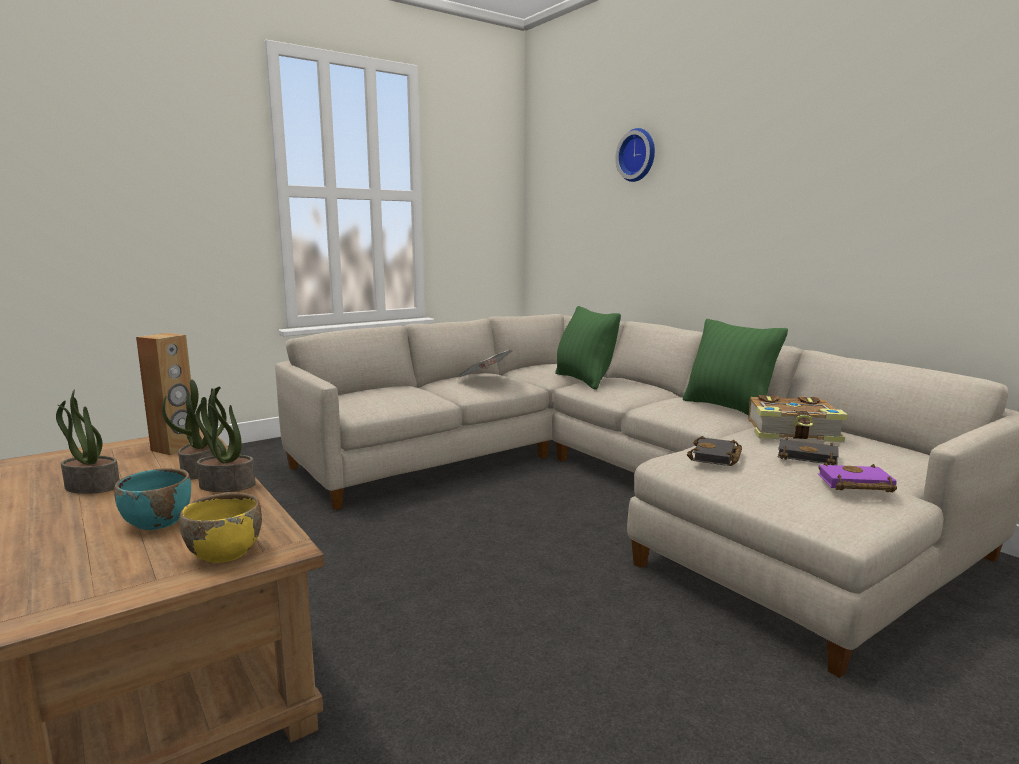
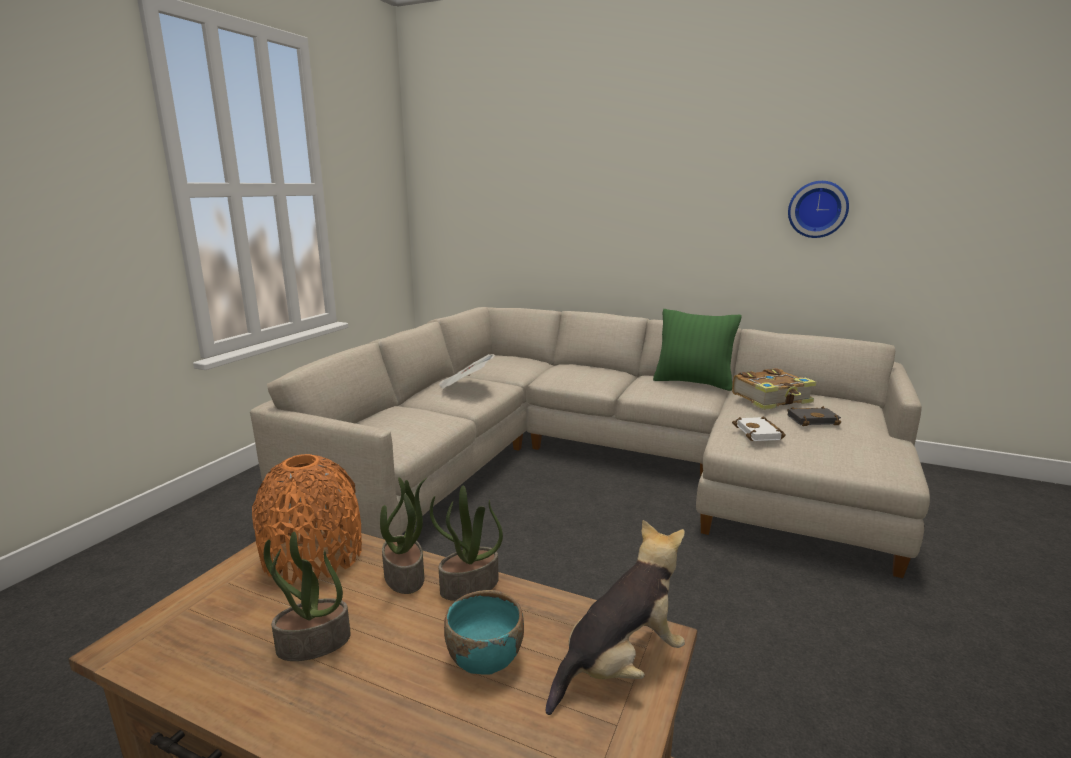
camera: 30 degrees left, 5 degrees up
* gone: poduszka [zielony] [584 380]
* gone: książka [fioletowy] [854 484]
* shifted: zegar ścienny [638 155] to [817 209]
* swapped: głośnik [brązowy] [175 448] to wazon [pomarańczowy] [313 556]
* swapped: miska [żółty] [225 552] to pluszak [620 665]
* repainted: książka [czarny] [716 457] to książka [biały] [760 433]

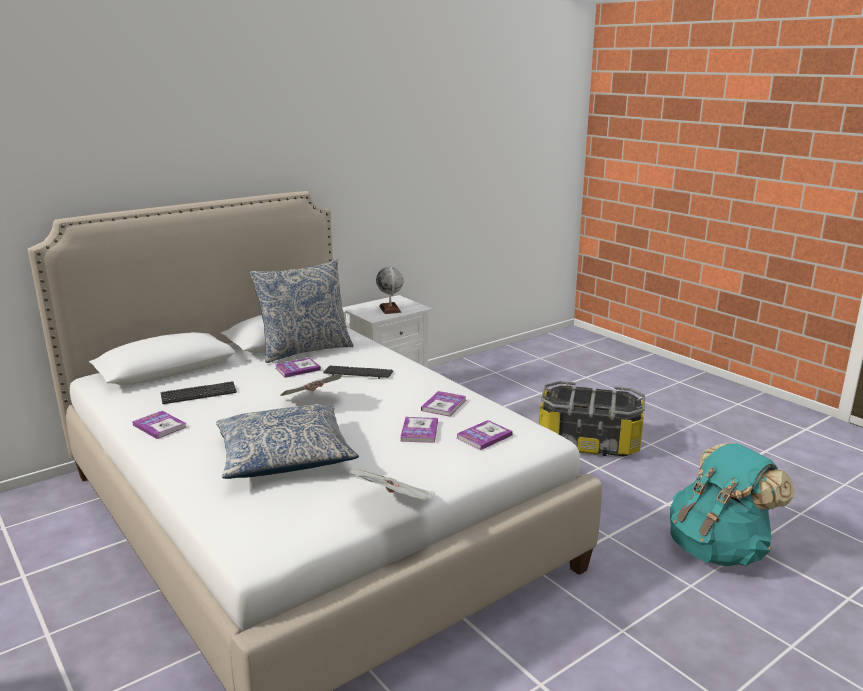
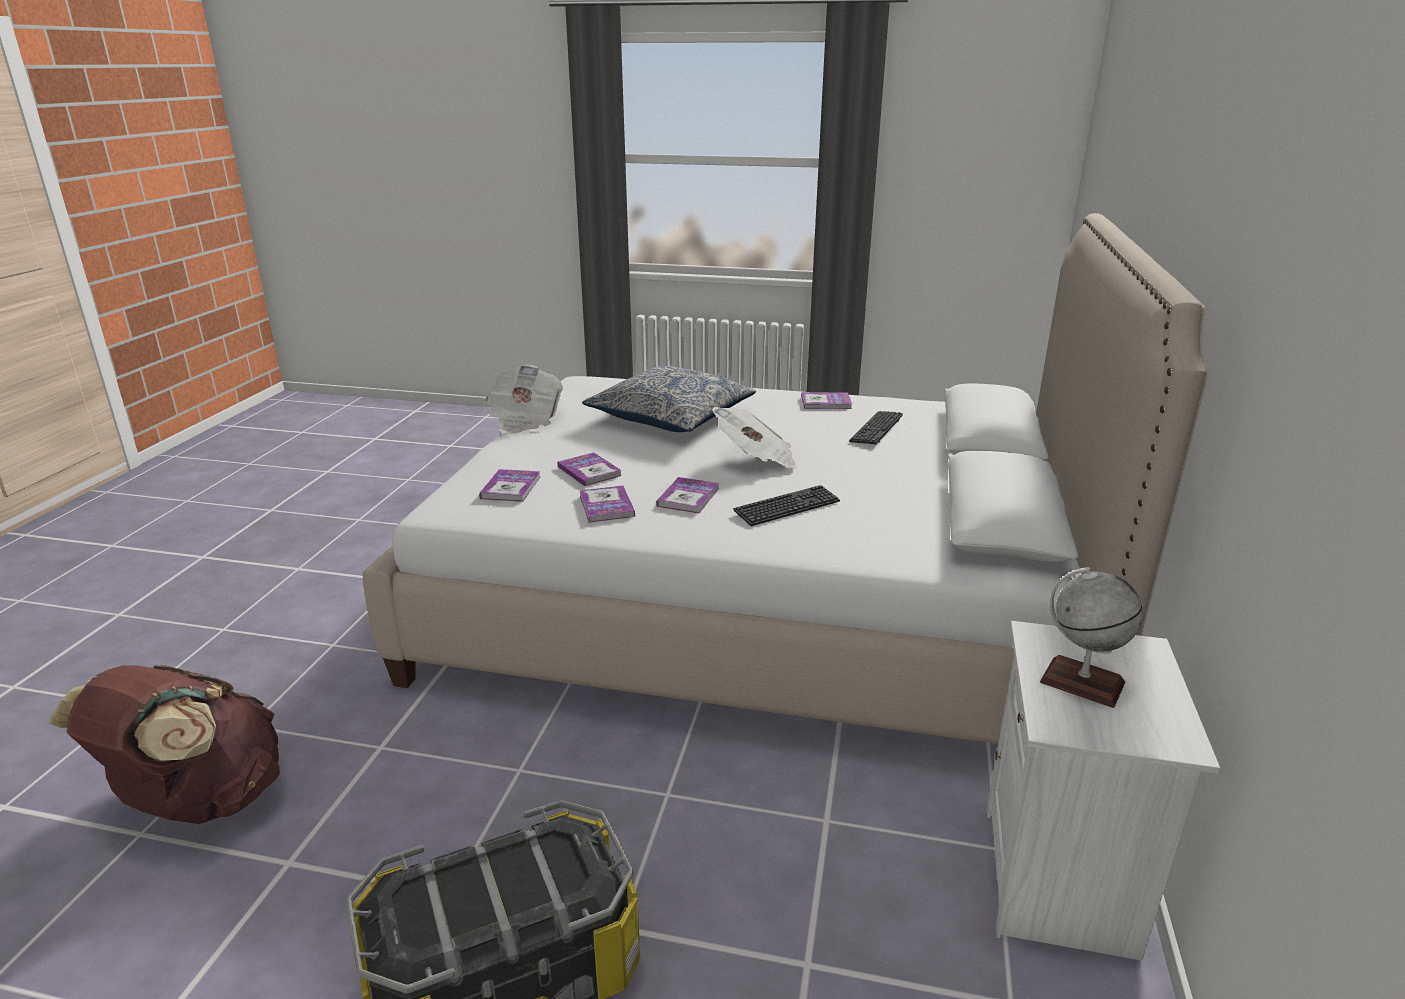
camera: 140 degrees right, 5 degrees up
* gone: poduszka [305 350]
* shifted: książka [297 369] to [688 497]
* repainted: plecak [turkusowy] [718 549] to plecak [brązowy] [199 802]

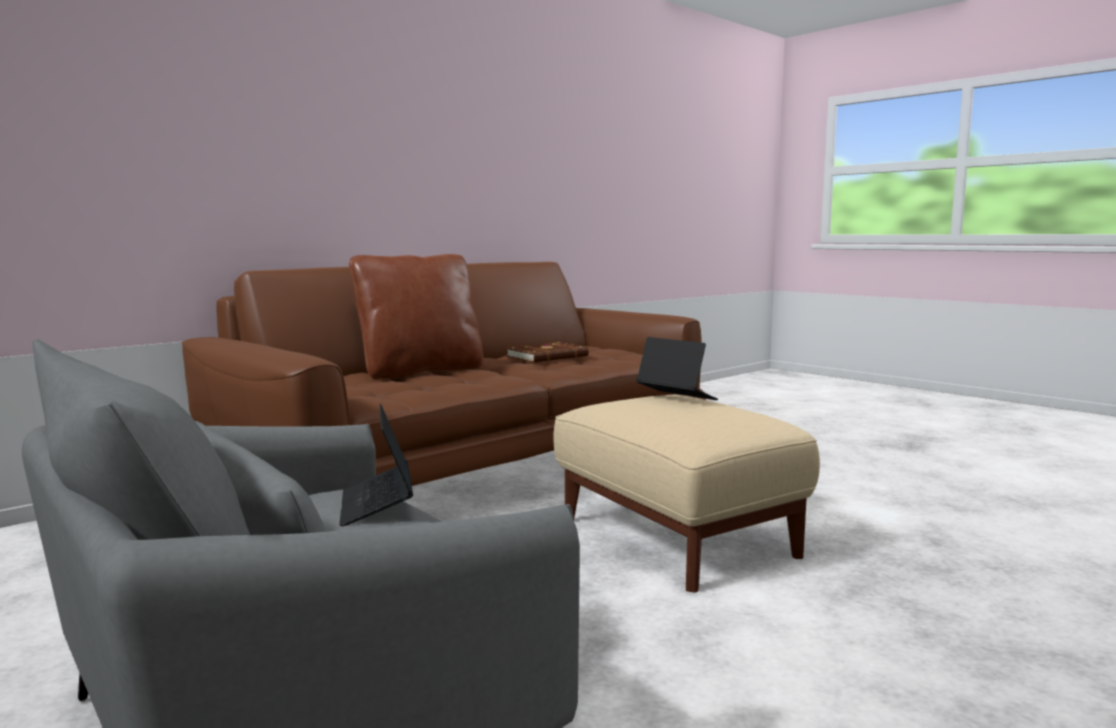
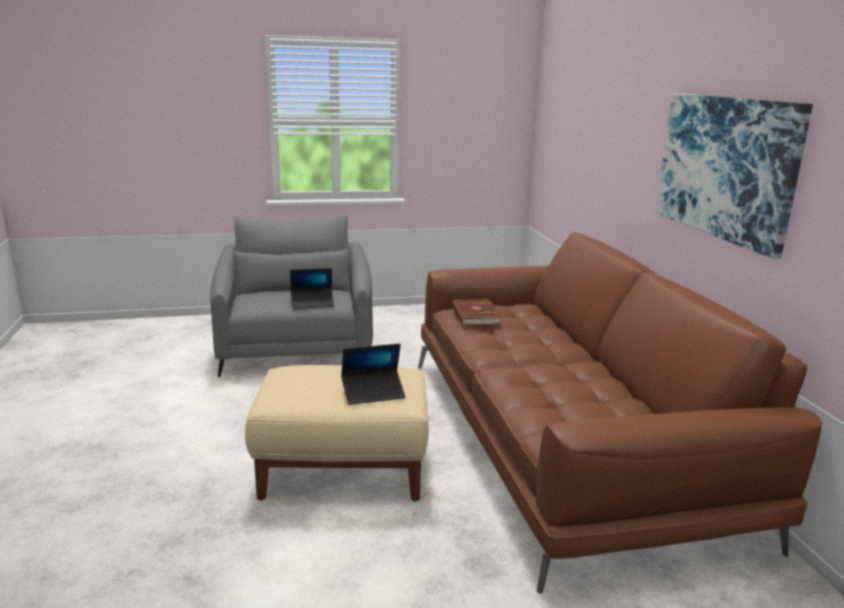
camera: 120 degrees right, 10 degrees up
* gone: poduszka [brązowy] [420 371]
* new: obraz [725 167]
* shifted: książka [brązowy] [548 357] to [474 315]
* rotated: laptop [377 505] = [312 303] 150 degrees clockwise

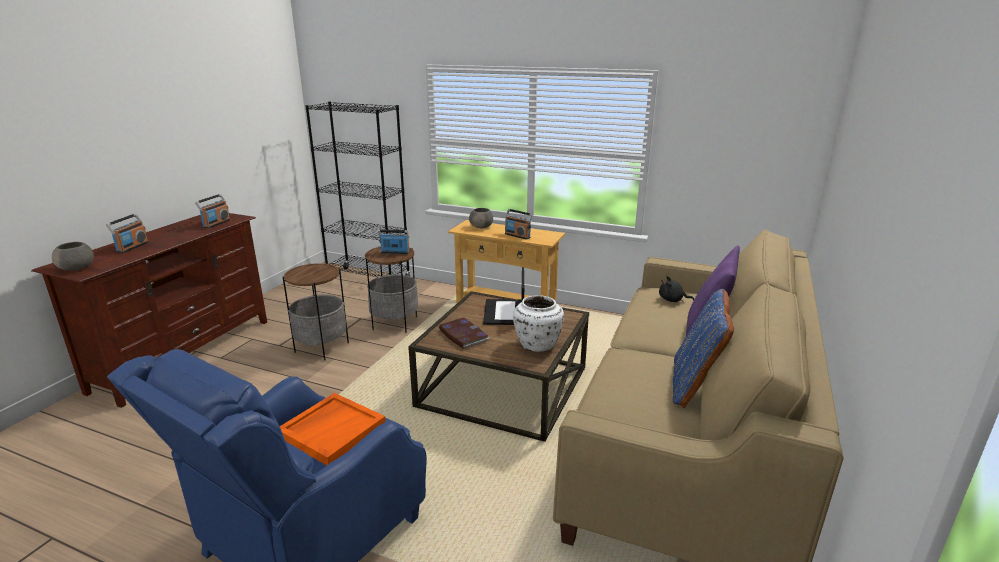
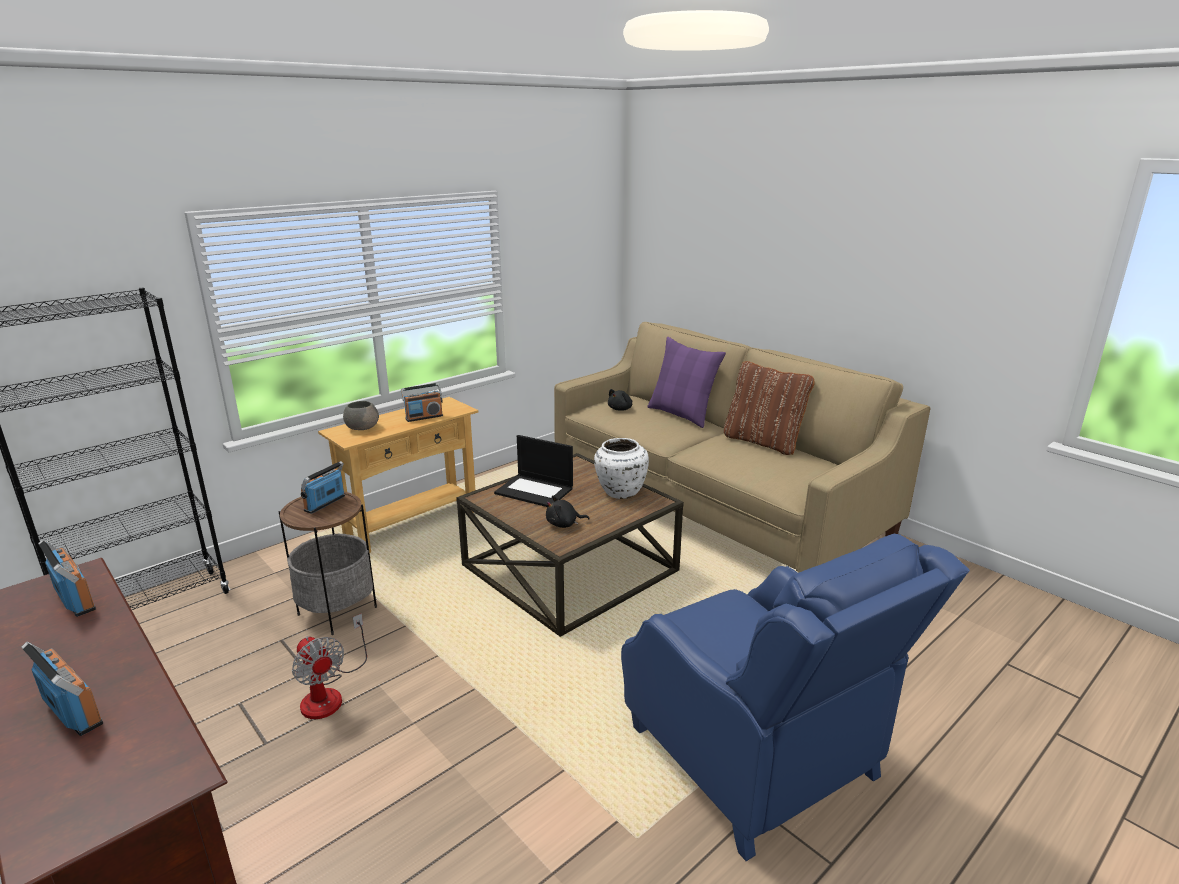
camera: 65 degrees left, 0 degrees up
* gone: miska [szary] [77 268]
* gone: taca [pomarańczowy] [332 430]
* swapped: stolik [322 347] to wentylator [329 693]
* swapped: książka [463 335] to pluszak [czarny] [564 524]
* repainted: poduszka [niebieski] [695 385] to poduszka [brązowy] [763 442]

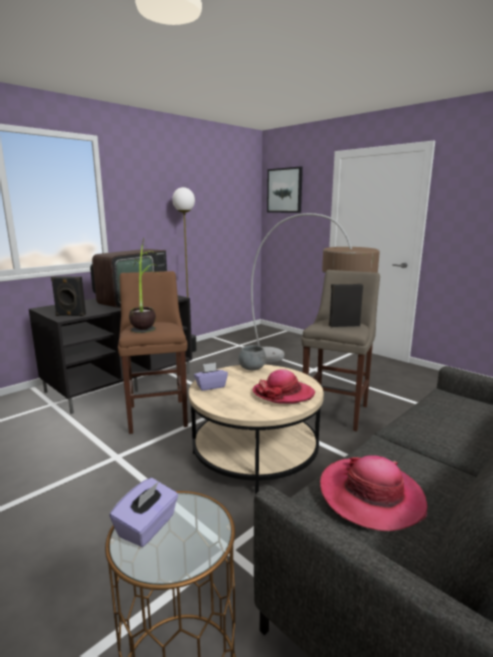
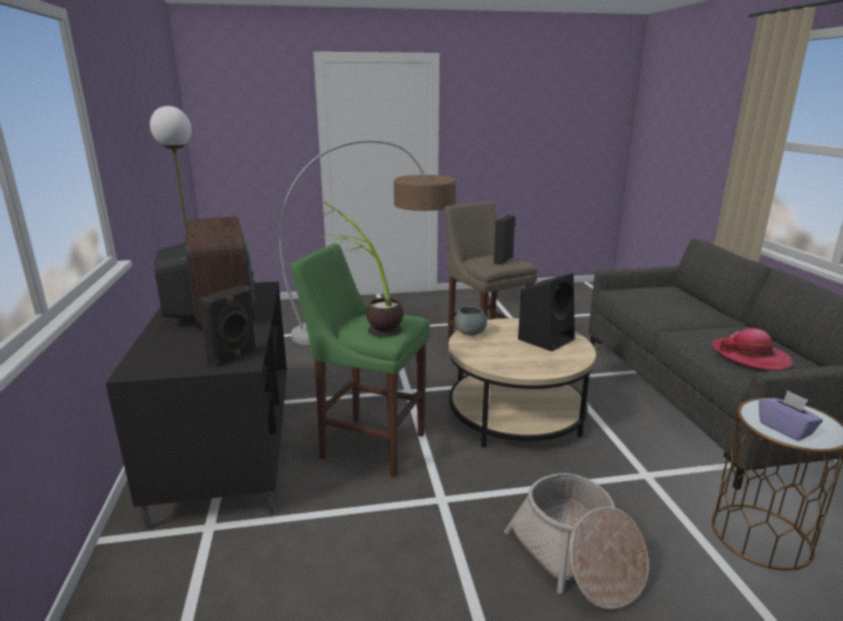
camera: 55 degrees left, 5 degrees up
* gone: pudełko chusteczek [fioletowy] [210 386]
* gone: obraz [285 190]
* new: koszyk [576 558]
* swapped: kapelusz [283 394] to głośnik [czarny] [546 338]
* repainted: stołek [brązowy] [158 414] to stołek [zielony] [368 444]

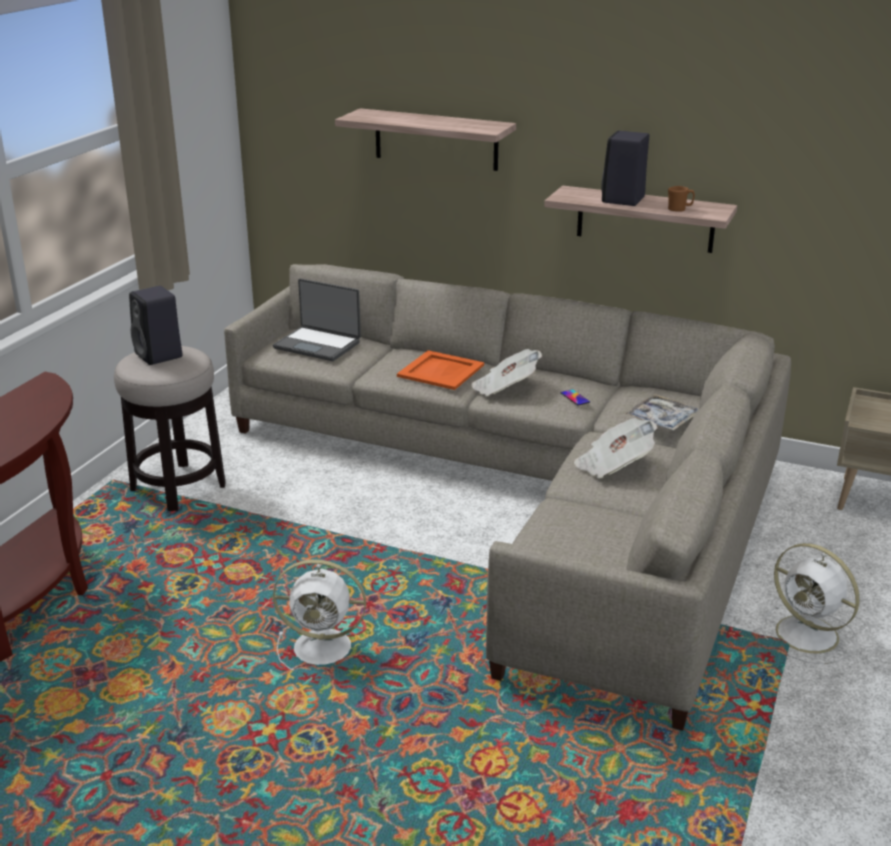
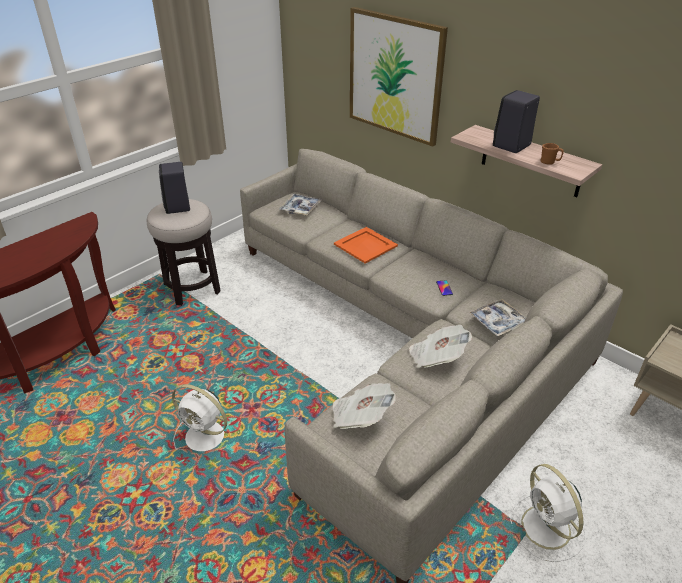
camera: 20 degrees right, 10 degrees up
* shifted: gazeta [505 389] to [360 417]
* swapped: laptop [318 345] to taca [300 208]
* swapped: półka [436 139] to obraz [395 76]

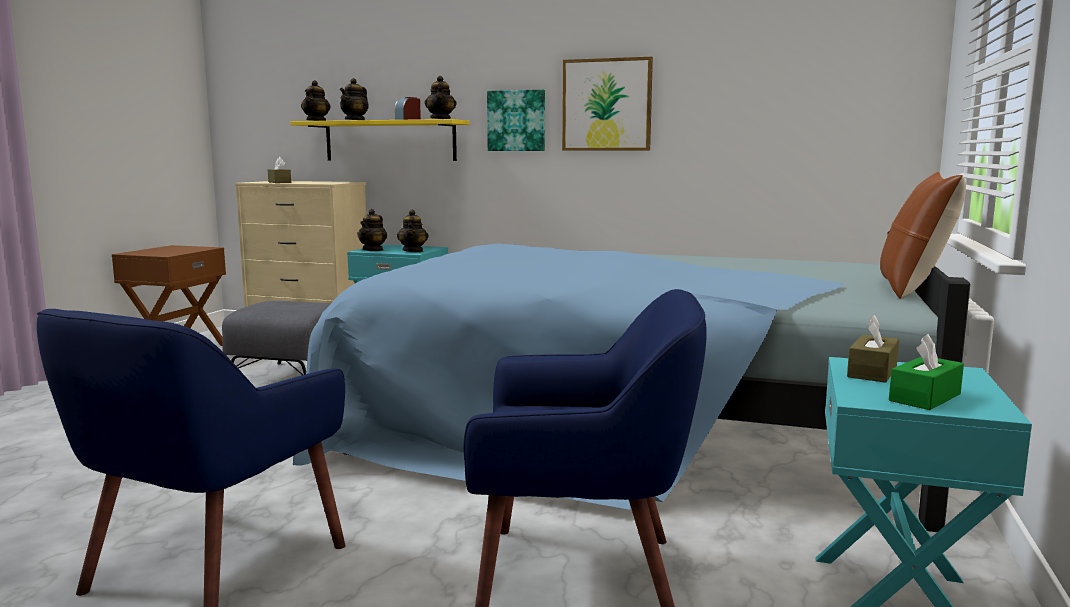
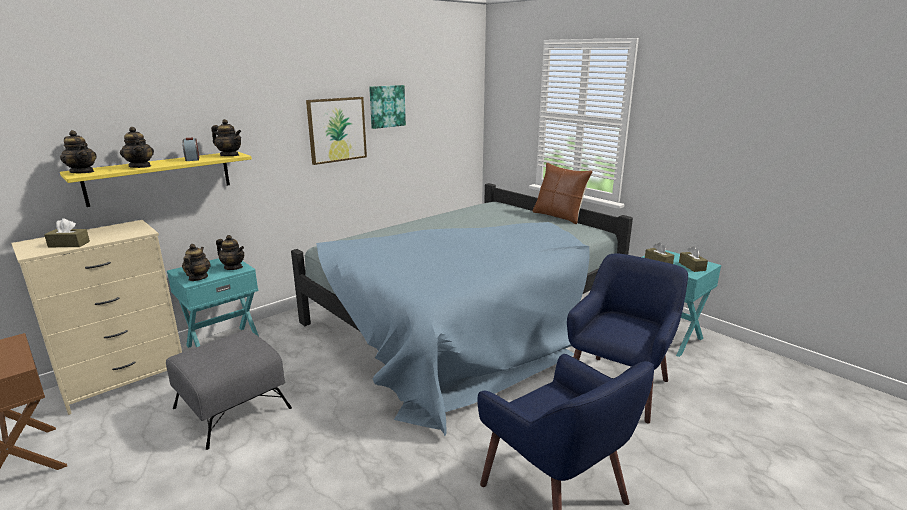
camera: 60 degrees left, 10 degrees up
* shifted: obraz [517 121] to [386 106]
* repainted: pudełko chusteczek [zielony] [925 397] to pudełko chusteczek [brązowy] [692 266]
* rotated: imbryk [373 250] = [198 278] 135 degrees counterclockwise

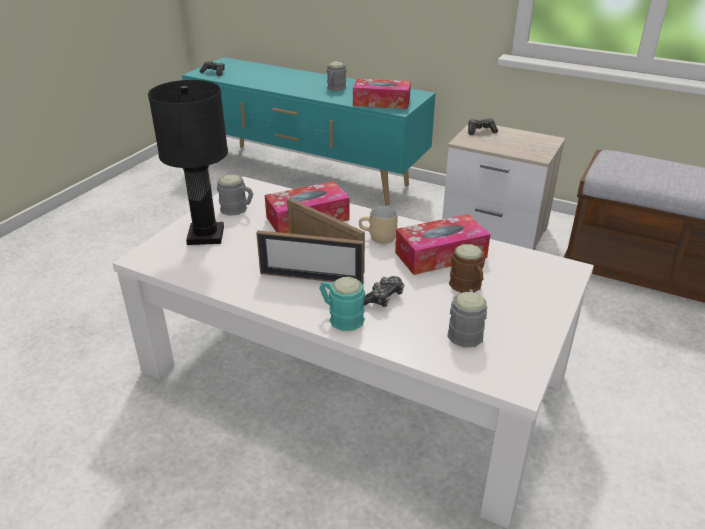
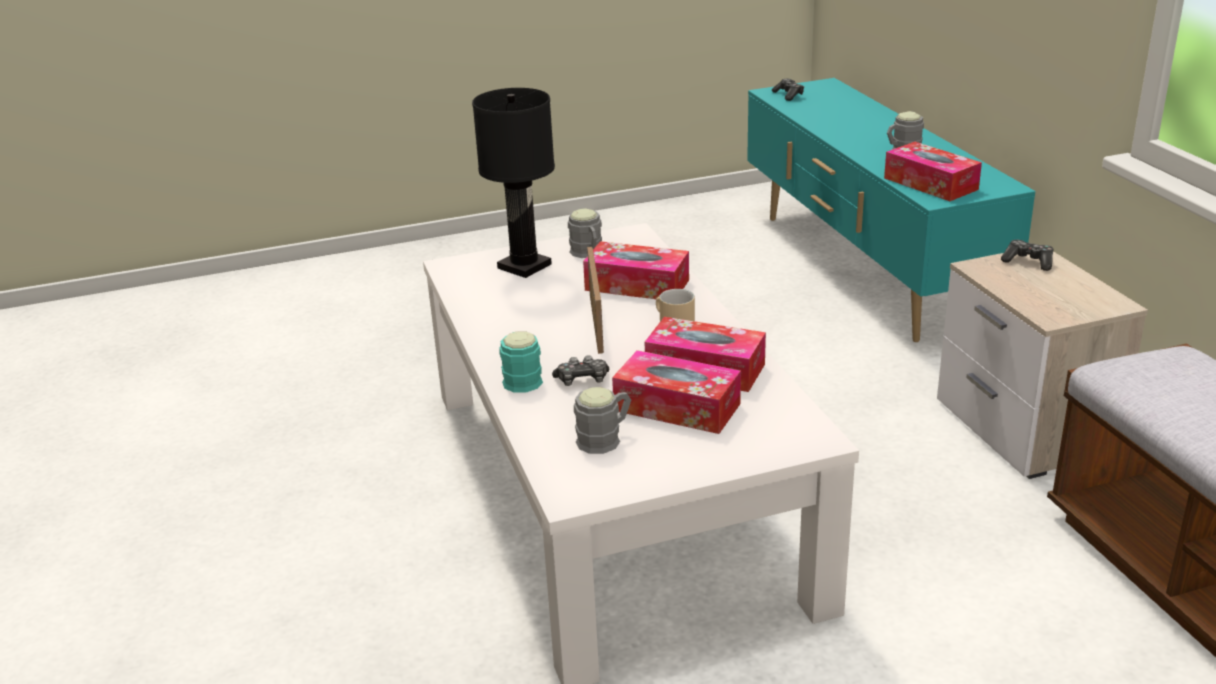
camera: 45 degrees right, 5 degrees down
* gone: ramka na zdjęcie [311 278]
* swapped: kubek [brązowy] [468 287] to pudełko chusteczek [677 407]

